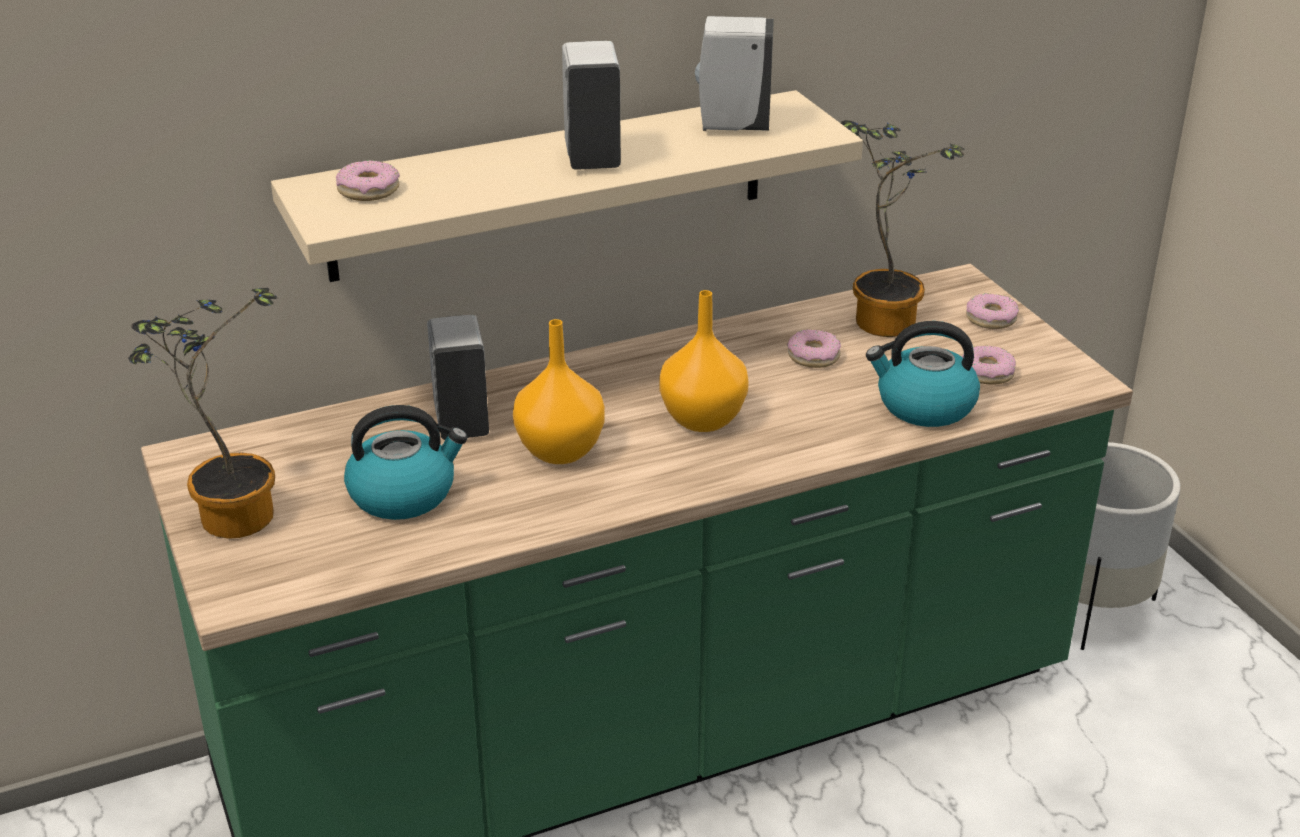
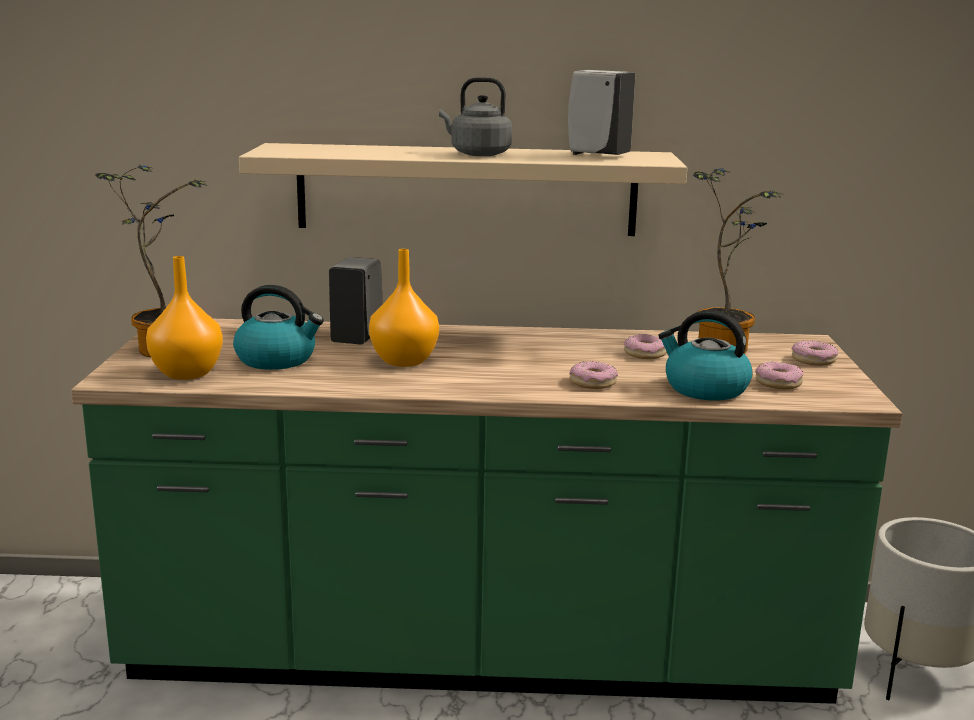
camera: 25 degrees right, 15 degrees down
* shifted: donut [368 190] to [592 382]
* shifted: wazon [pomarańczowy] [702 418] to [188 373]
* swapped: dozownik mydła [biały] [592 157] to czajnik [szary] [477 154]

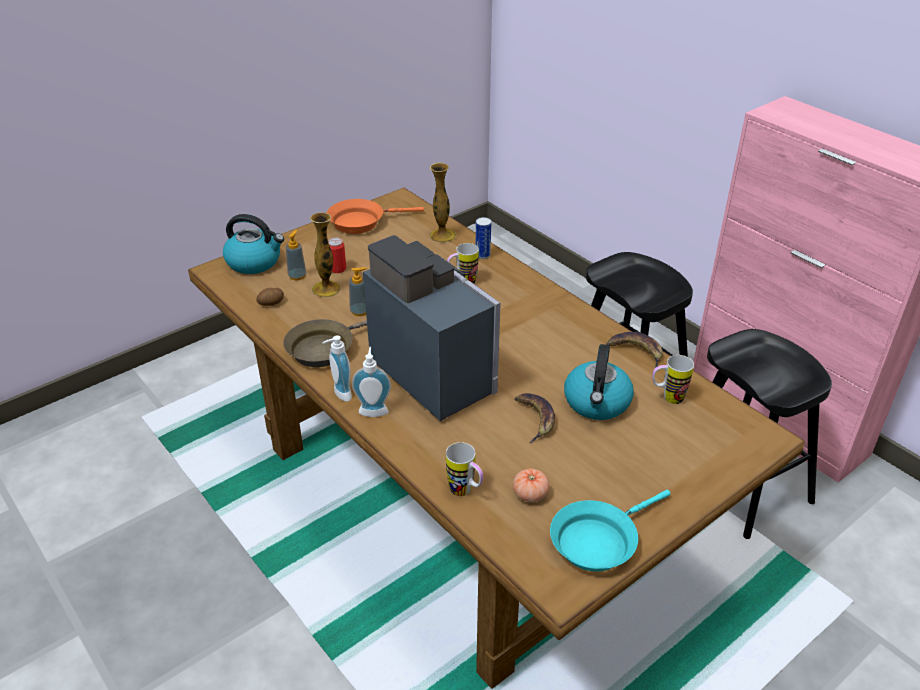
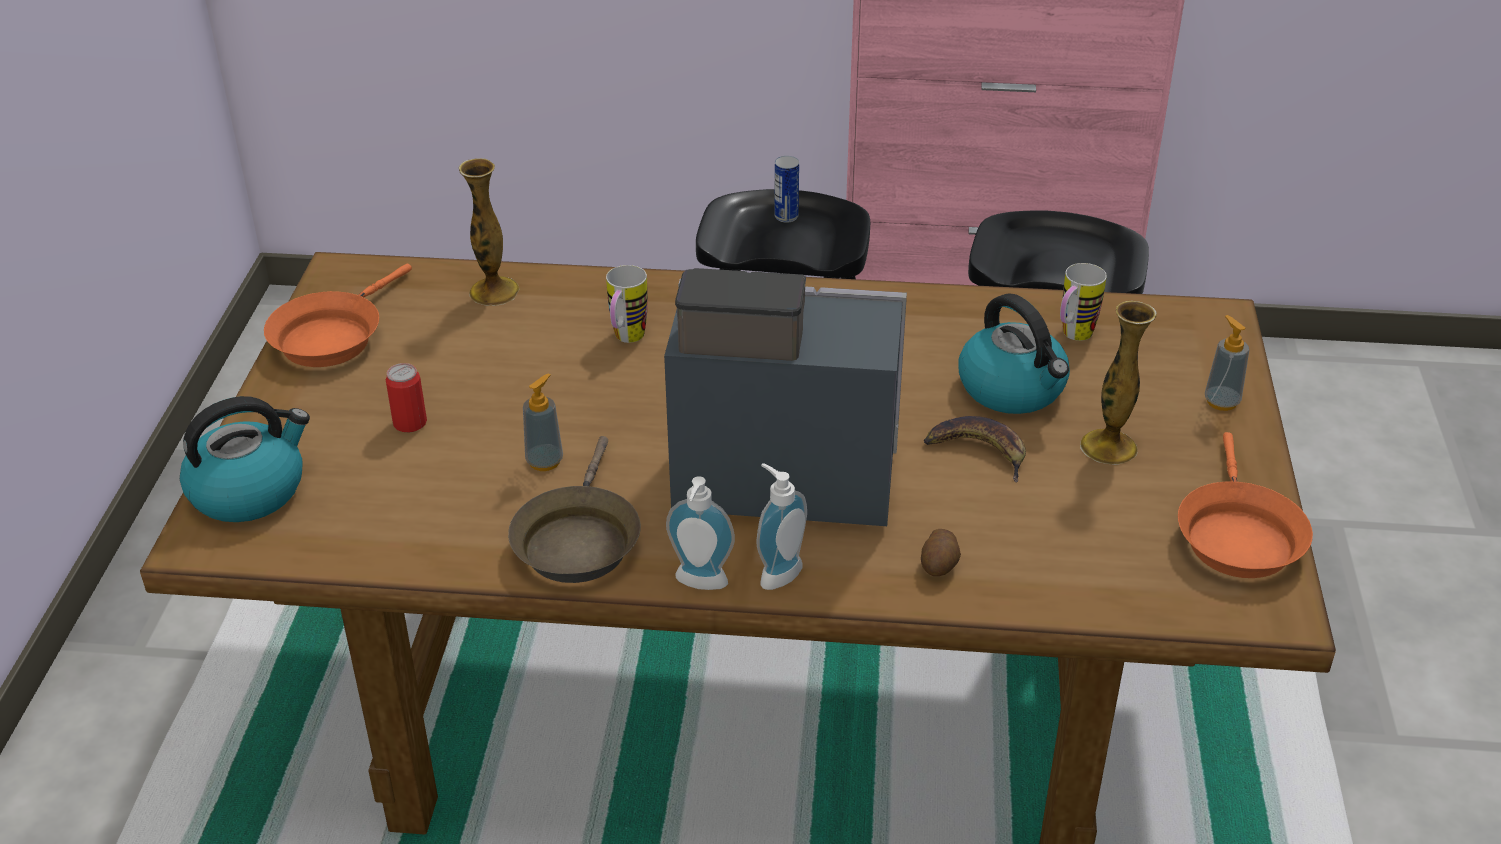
camera: 45 degrees left, 0 degrees up
* gone: kubek [465 492]
* gone: pomidor [530 494]
* gone: banan [636 351]
* shifted: ziemniak [271 303] to [940 565]
* shifted: dozownik mydła [297 276] to [1221 401]
* shifted: wazon [326 289] to [1108 447]
* shifted: puszka [482 255] to [786 216]
* repainted: patelnia [turkusowy] [598 540] to patelnia [pomarańczowy] [1237 535]

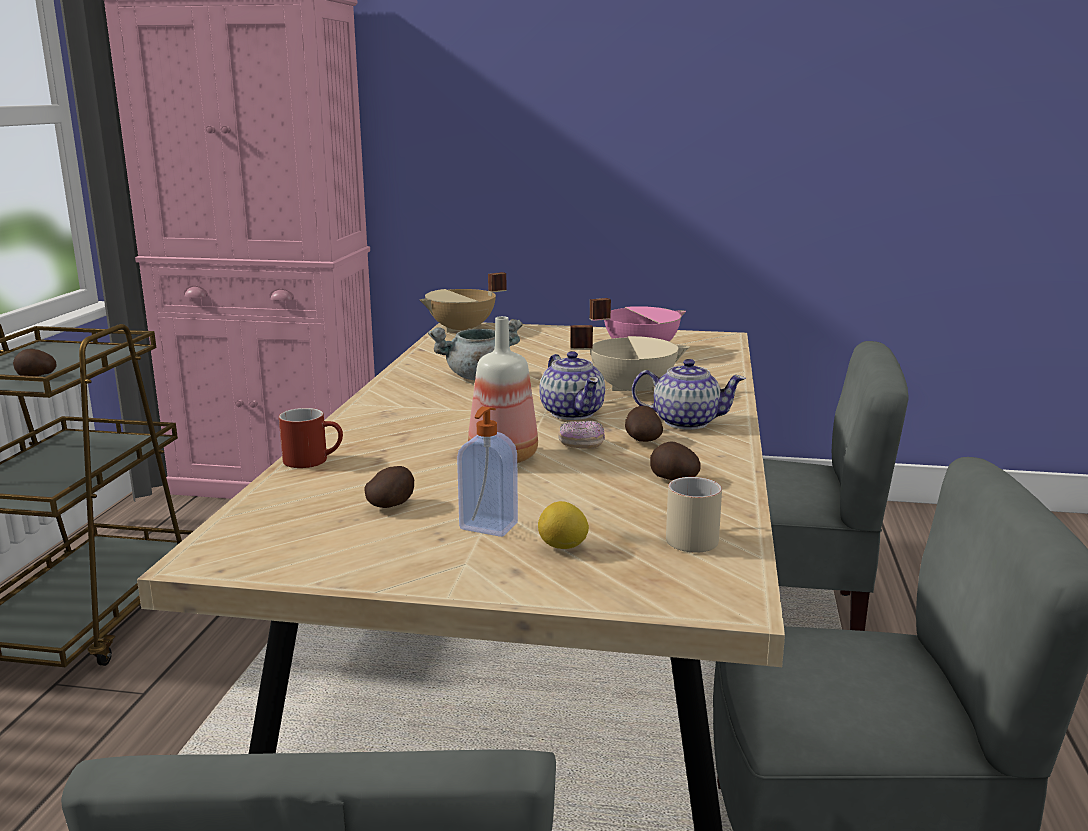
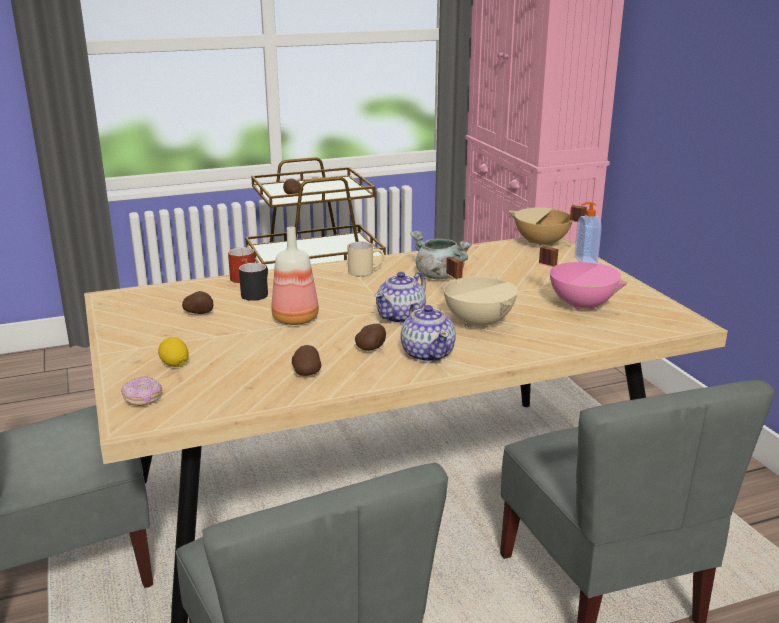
camera: 60 degrees right, 5 degrees up
* new: kubek [czarny] [256 293]
* shifted: dozownik mydła [487 527] to [585 260]
* shifted: donut [581 445] to [143 399]
* shifted: kubek [beżowy] [694 536] to [365 271]

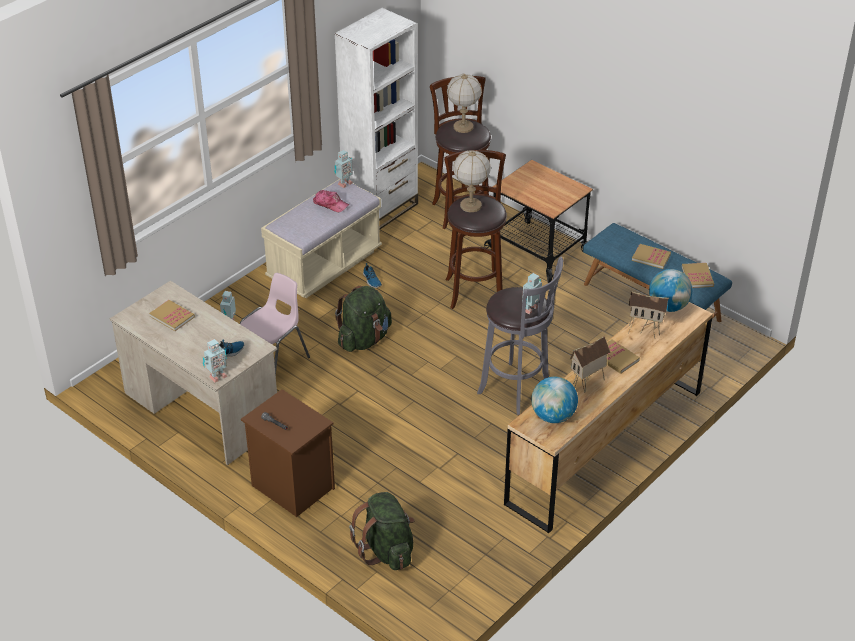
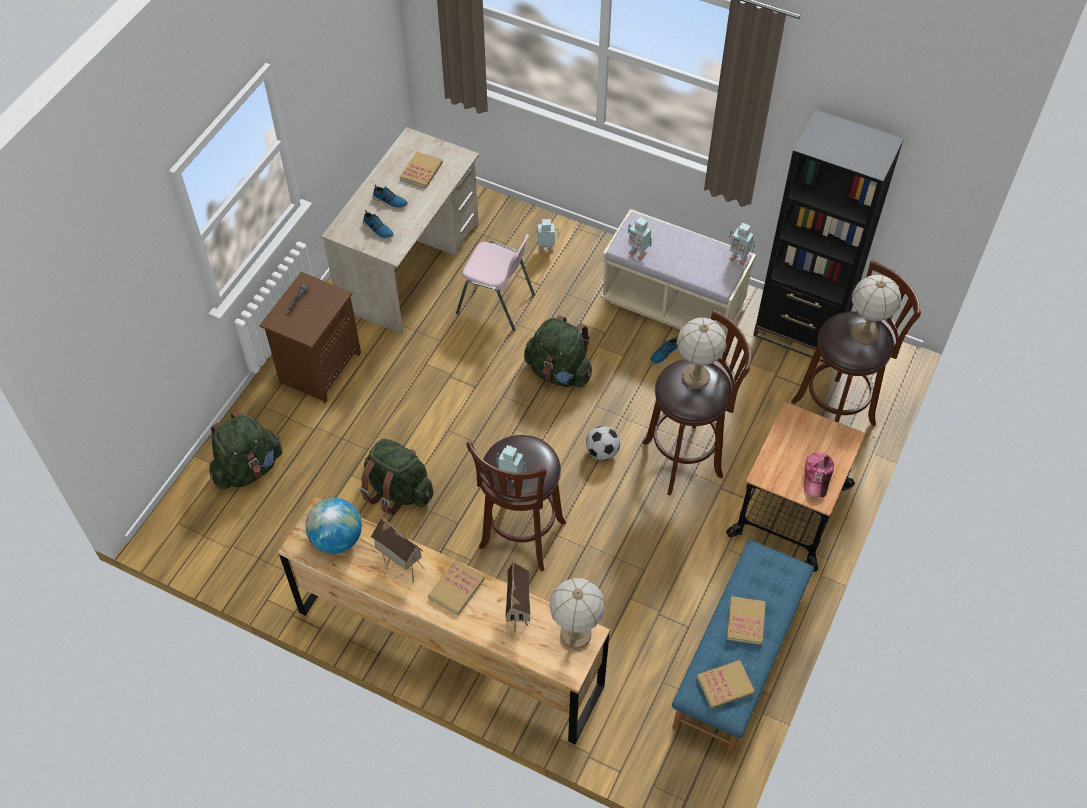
camera: 75 degrees right, 15 degrees up
* new: plecak [zielony] [398 491]
* new: but [389 201]
* new: piłka futbolowa [602 452]
* shifted: robot zabawkowy [217 376] to [638 252]
* shifted: czapka z daszkiem [330 204] to [817 476]
* swapped: globus [668 306] to lampa stołowa [575 634]
* repainted: regał [biały] [380 209] to regał [czarny] [800 330]
* repainted: stołek [szary] [517 390] to stołek [brązowy] [520 538]

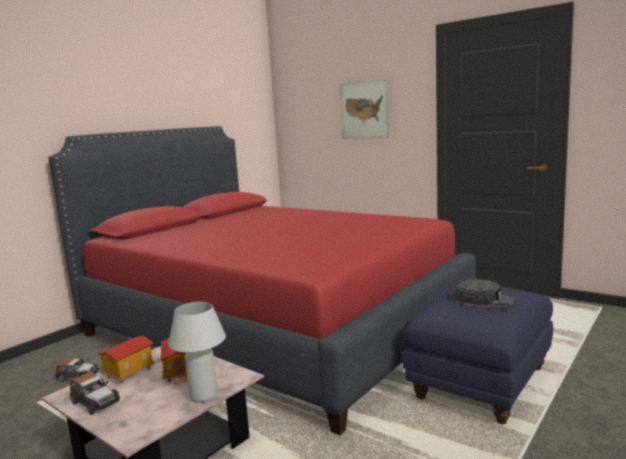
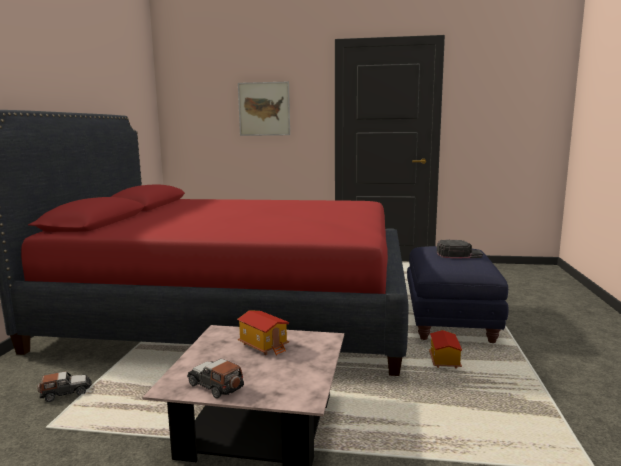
camera: 30 degrees left, 0 degrees up
* gone: lampa stołowa [biały] [203 395]
* shifted: domek [129 372] to [443 361]
* rotated: samochodzik [95 402] = [216 385] 150 degrees counterclockwise

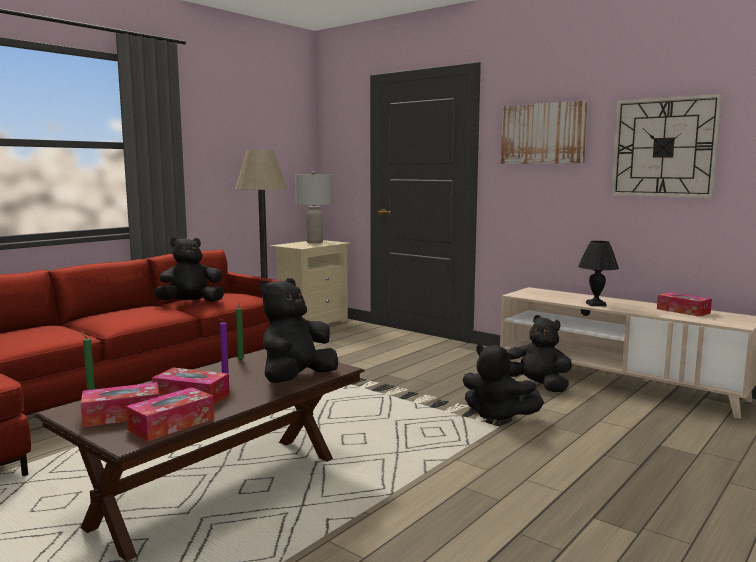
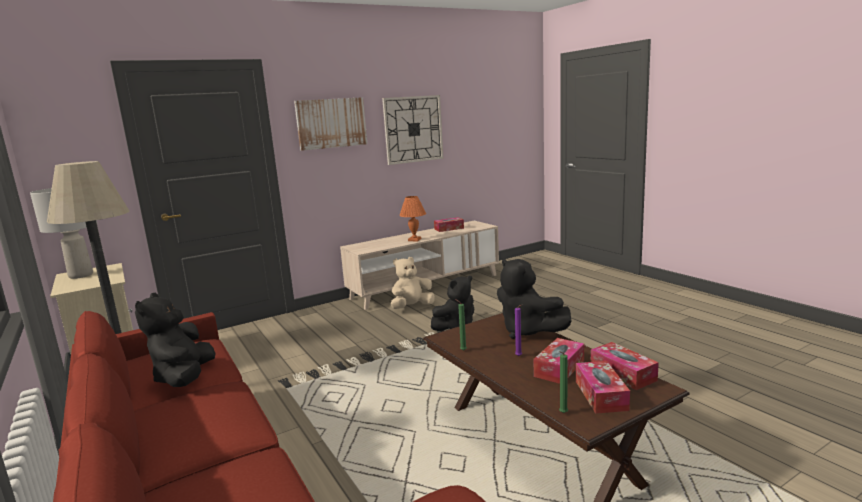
camera: 70 degrees left, 5 degrees up
* repainted: pluszak [czarny] [537 386] to pluszak [beżowy] [412 307]
* repainted: lampa stołowa [czarny] [595 304] to lampa stołowa [pomarańczowy] [414 240]

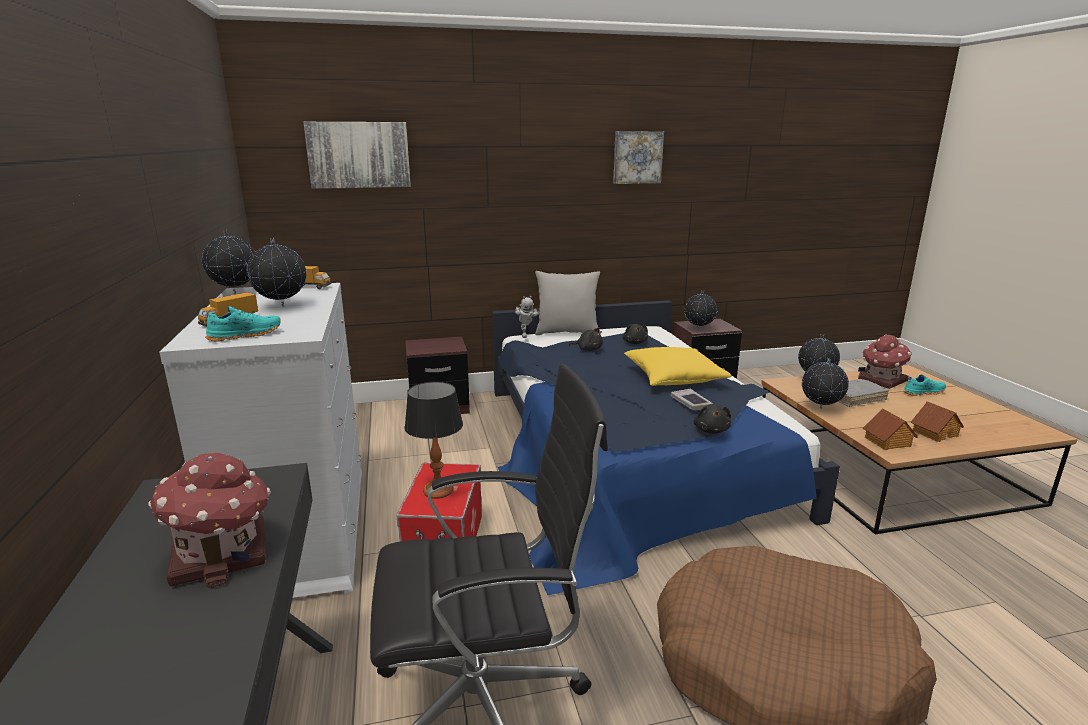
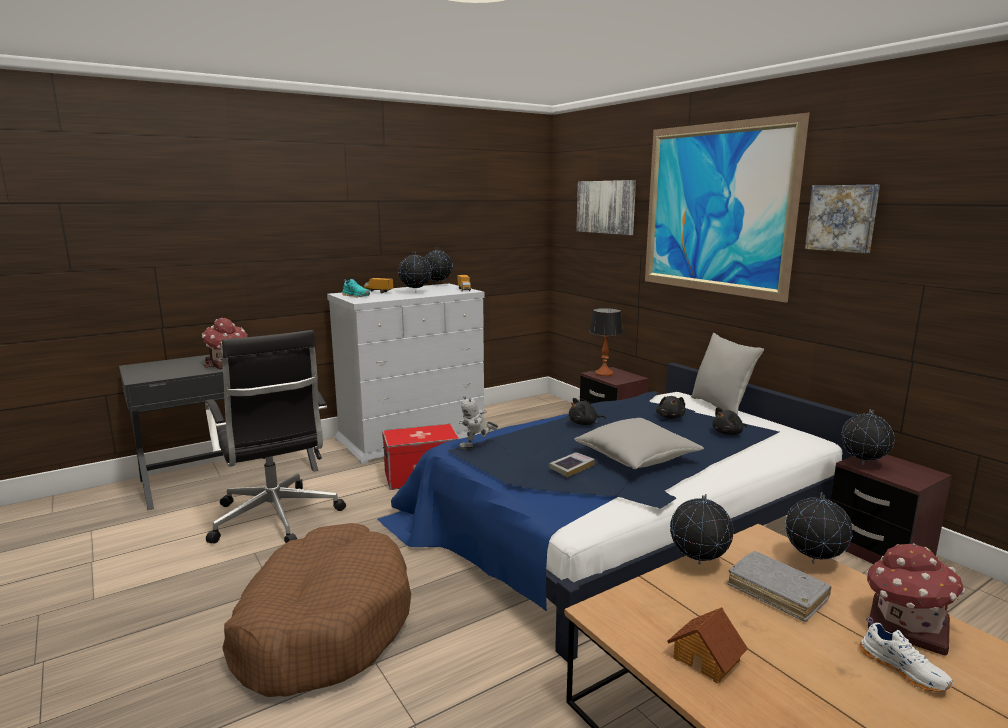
camera: 70 degrees right, 5 degrees down
* gone: domek [888 442]
* new: obraz [715 209]
* shifted: lampa stołowa [438 490] to [604 373]
* shifted: robot zabawkowy [525 335] to [477 448]
* shifted: pluszak [czarny] [711 430] to [584 423]
* repainted: poduszka [żółty] [674 378] to poduszka [szary] [636 458]
* repainted: but [turkusowy] [922 392] to but [biały] [903 669]

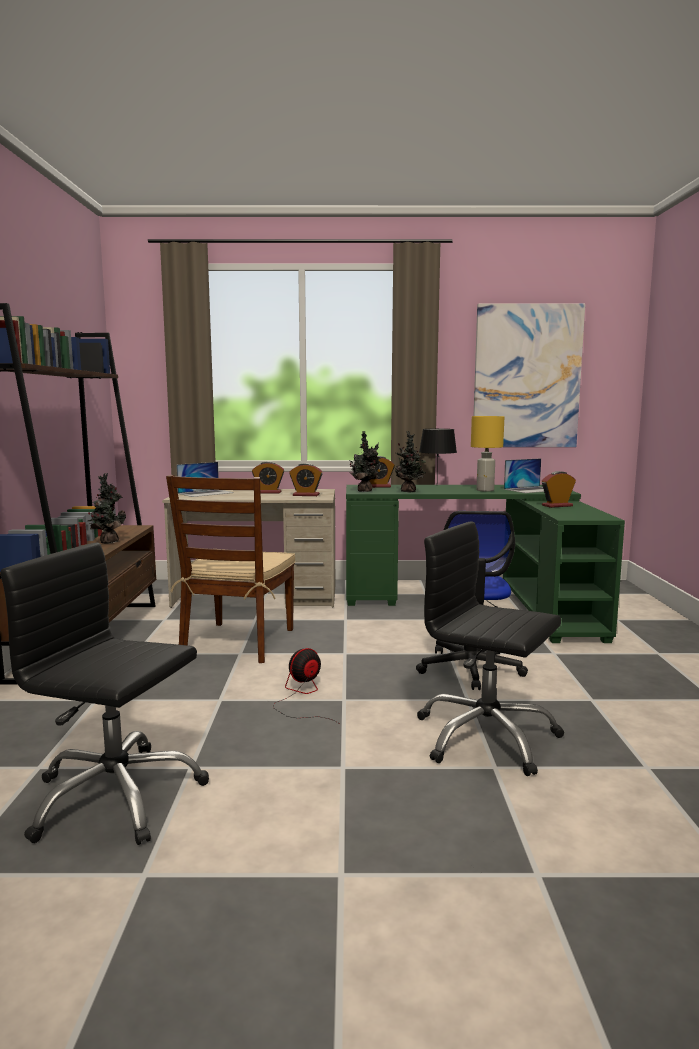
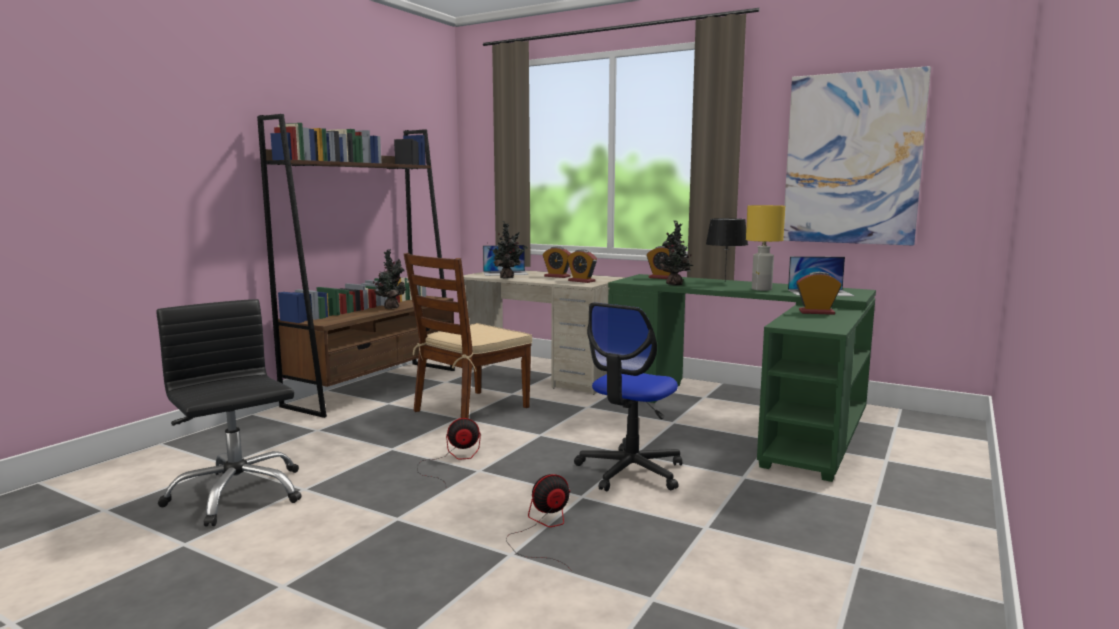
camera: 30 degrees right, 0 degrees up
* shifted: roślina doniczkowa [365 491] to [507 278]
* swapped: krzesło biurowe [czarny] [486 737] to wentylator [544 530]

